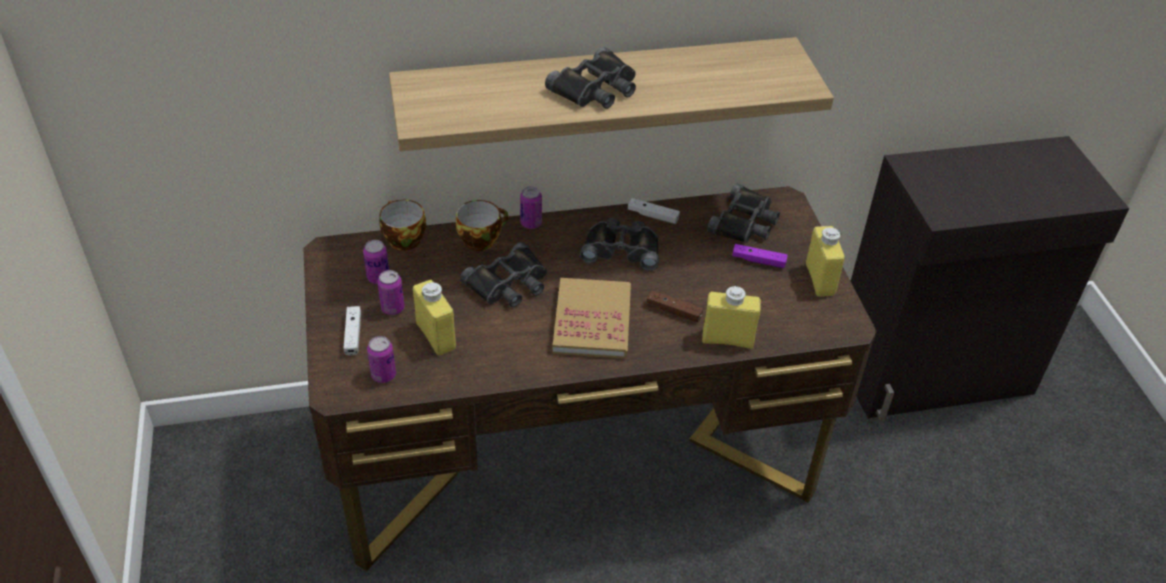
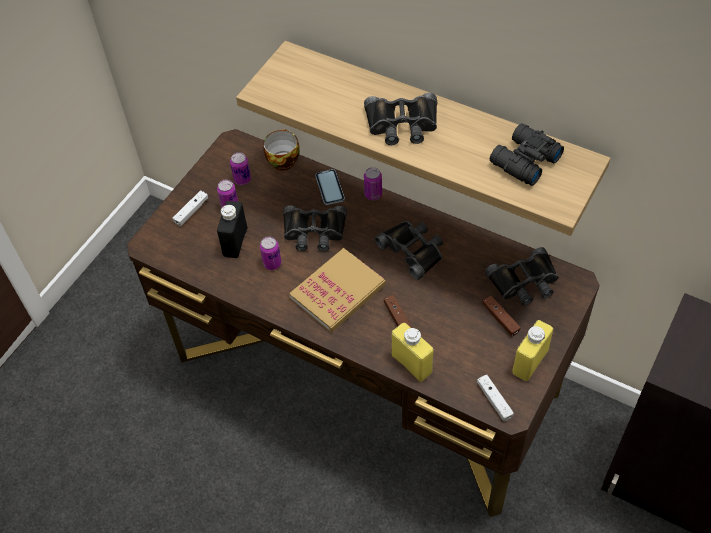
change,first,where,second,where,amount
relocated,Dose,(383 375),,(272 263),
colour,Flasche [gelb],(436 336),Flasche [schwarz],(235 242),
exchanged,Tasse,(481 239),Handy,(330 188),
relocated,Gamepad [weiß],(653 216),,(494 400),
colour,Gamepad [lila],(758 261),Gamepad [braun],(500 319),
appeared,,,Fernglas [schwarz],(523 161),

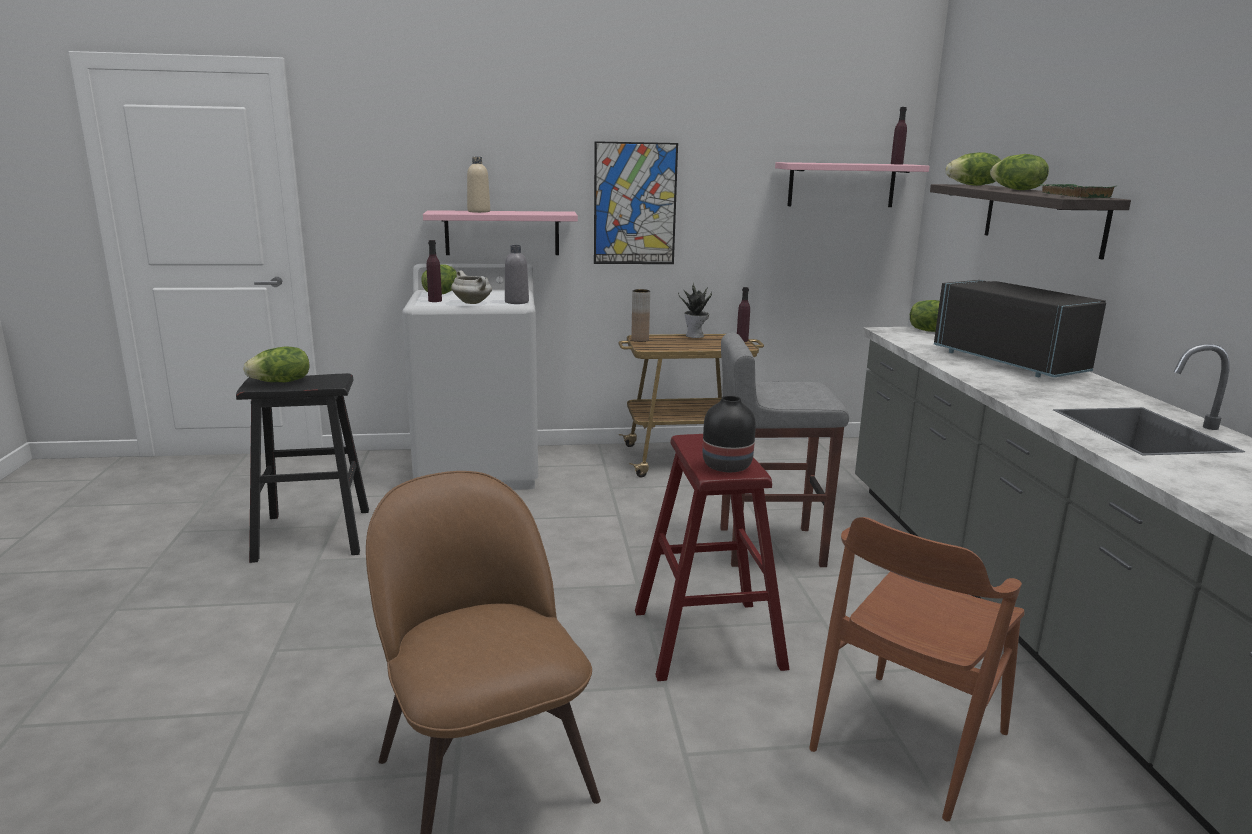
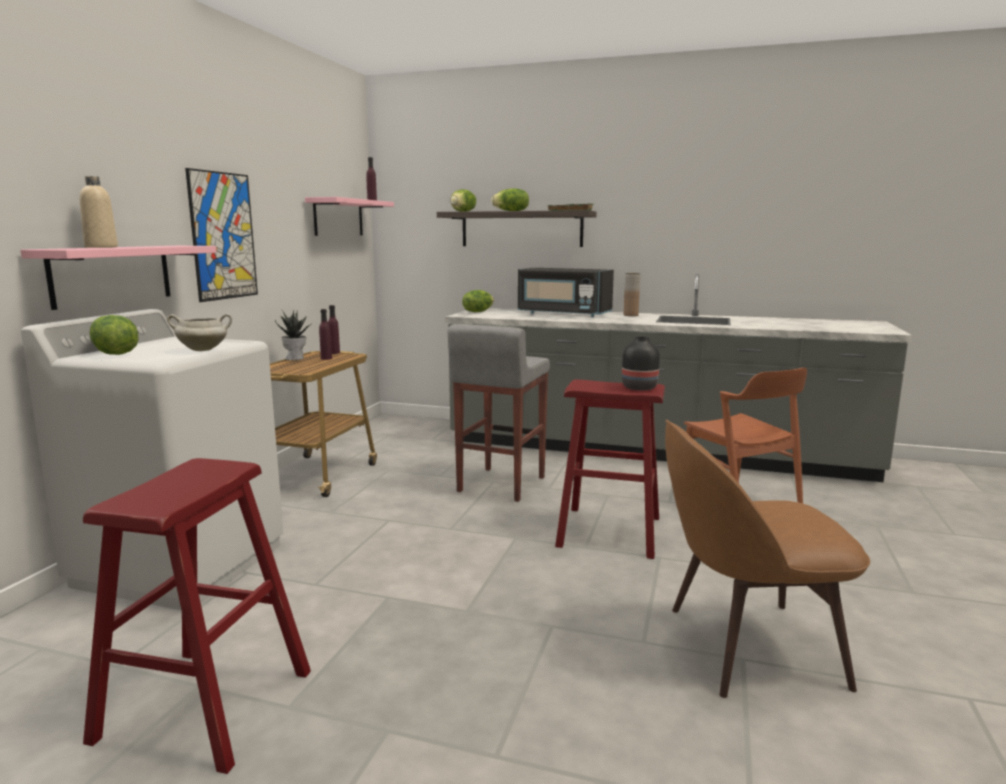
change,first,where,second,where,amount
colour,Hocker [schwarz],(313 534),Hocker [rot],(206 705),
missing,Salatkopf,(281 382),,,
relocated,Flasche [lila],(435 300),,(326 358),
missing,Flasche [grau],(516 302),,,
relocated,Vase [braun],(640 340),,(630 315),
spun,Mikrowelle [schwarz],(1011 362),,(563 314),150 degrees counterclockwise

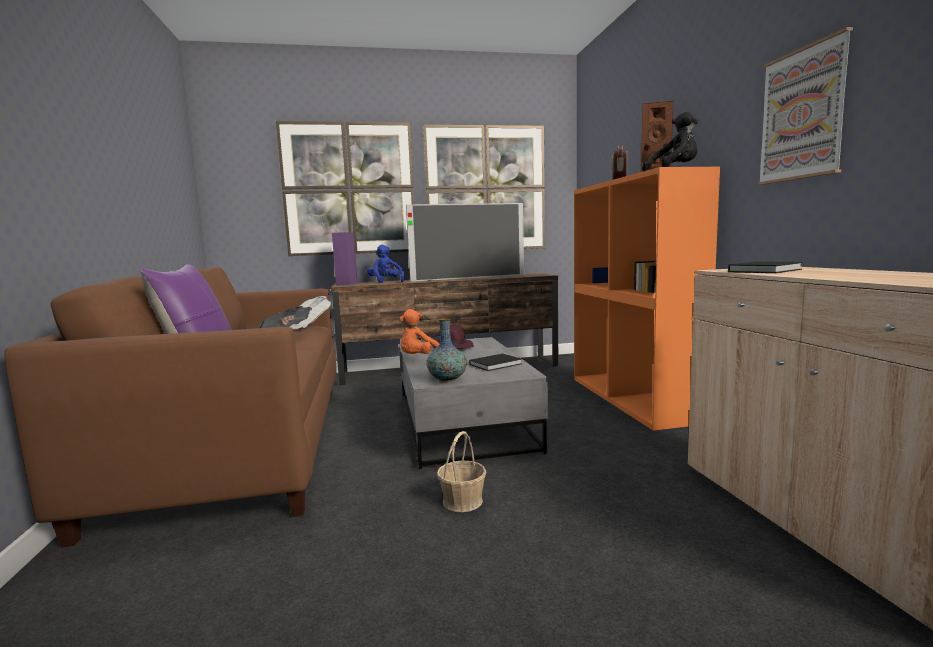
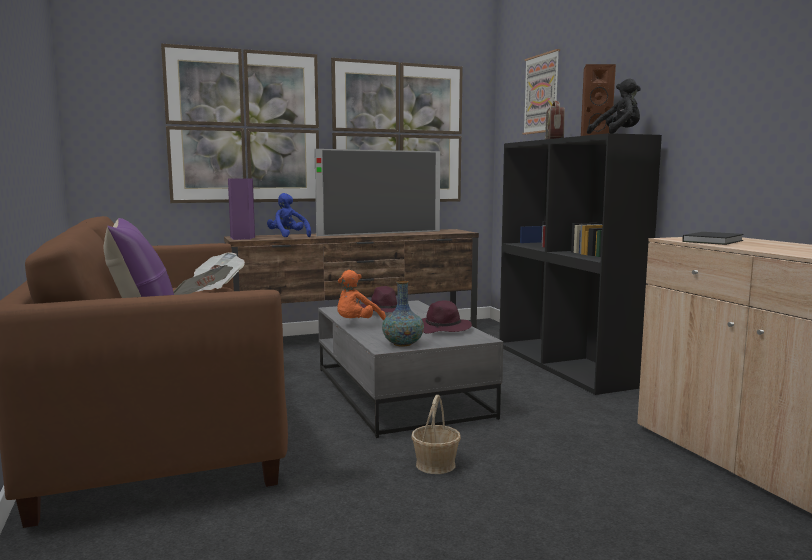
change,first,where,second,where,amount
exchanged,Buch [schwarz],(497 364),Hut [lila],(443 329),
colour,Bücherregal [orange],(633 399),Bücherregal [schwarz],(566 365),
relocated,Bild,(802 114),,(542 94),

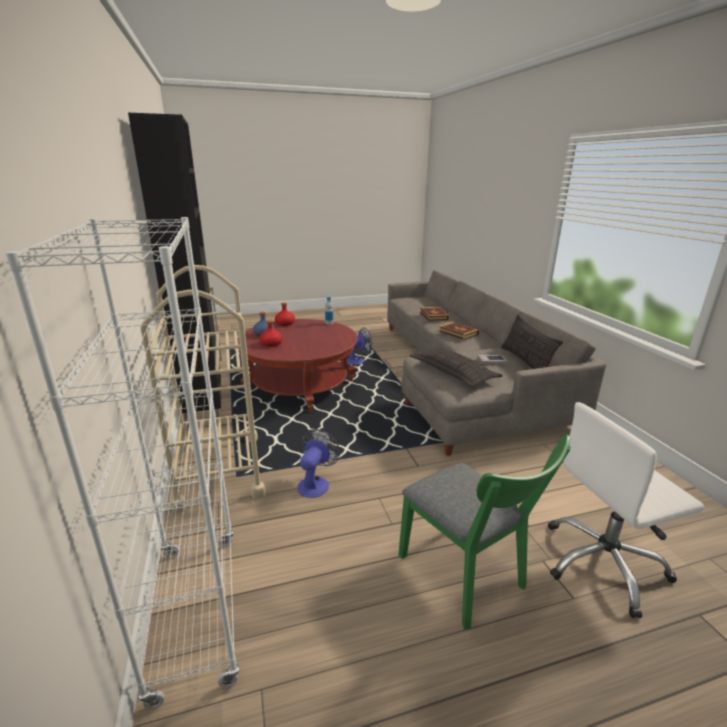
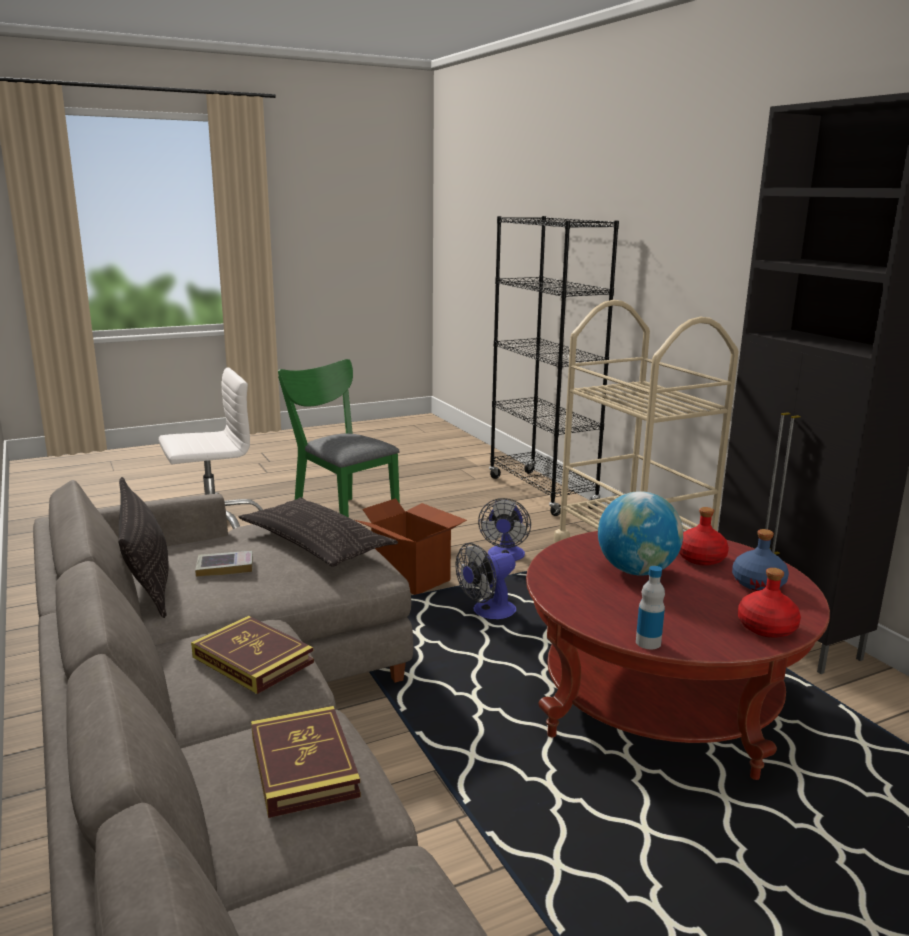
change,first,where,second,where,amount
colour,Bücherregal [weiß],(196 611),Bücherregal [schwarz],(541 493),
relocated,Ventilator,(358 361),,(487 612),
appeared,,,Karton,(411 577),
appeared,,,Globus,(636 571),

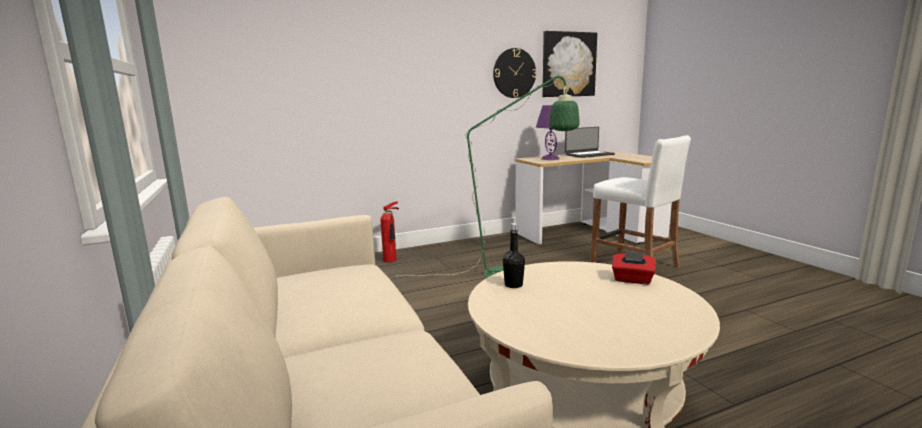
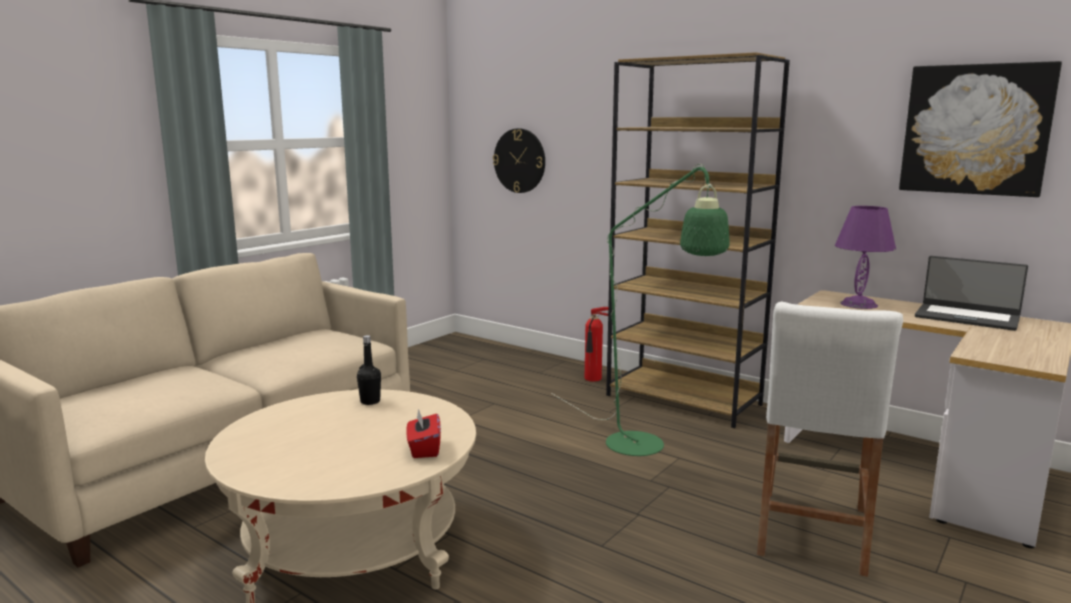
change,first,where,second,where,amount
relocated,Wanduhr,(514 73),,(519 160),
appeared,,,Bücherregal [braun],(684 400),

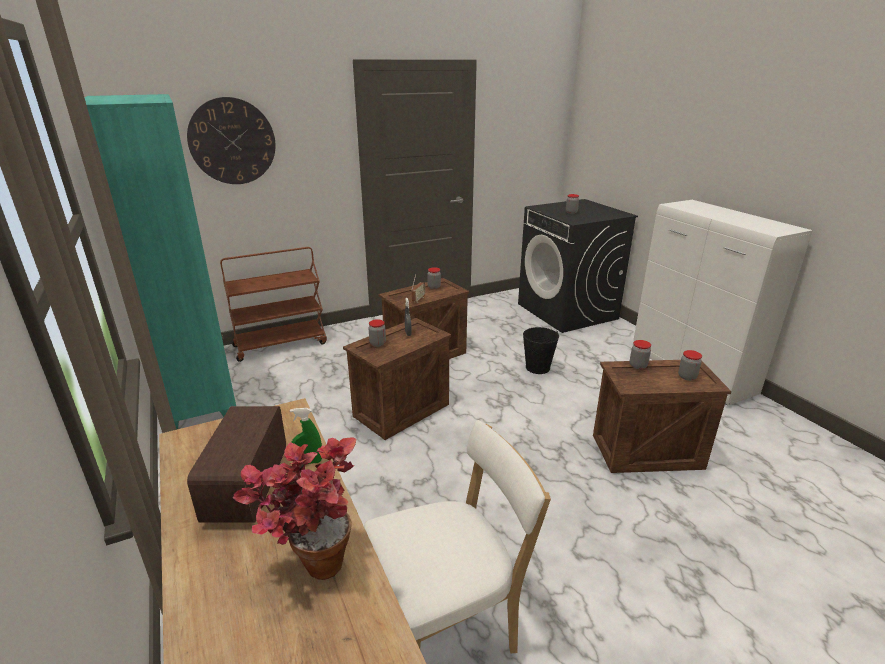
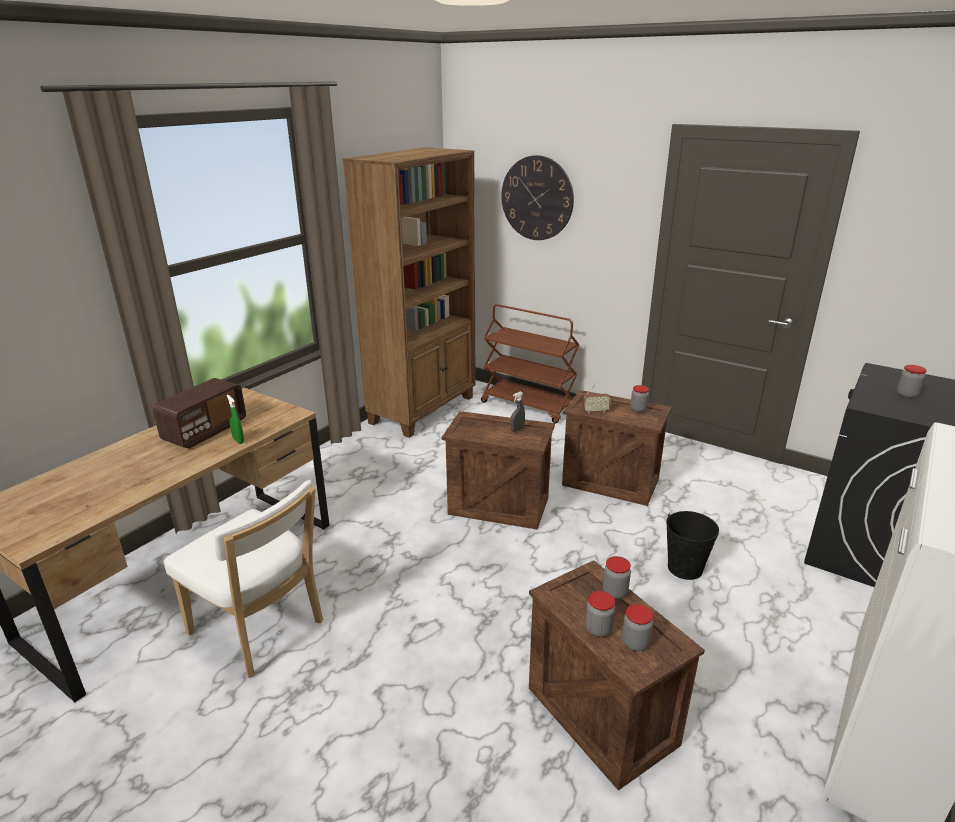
change,first,where,second,where,amount
colour,Bücherregal [türkis],(199 395),Bücherregal [braun],(424 409),
spun,Radio,(248 486),,(205 431),150 degrees clockwise
missing,Topfpflanze,(311 563),,,
relocated,Vorratsglas,(377 343),,(598 629),

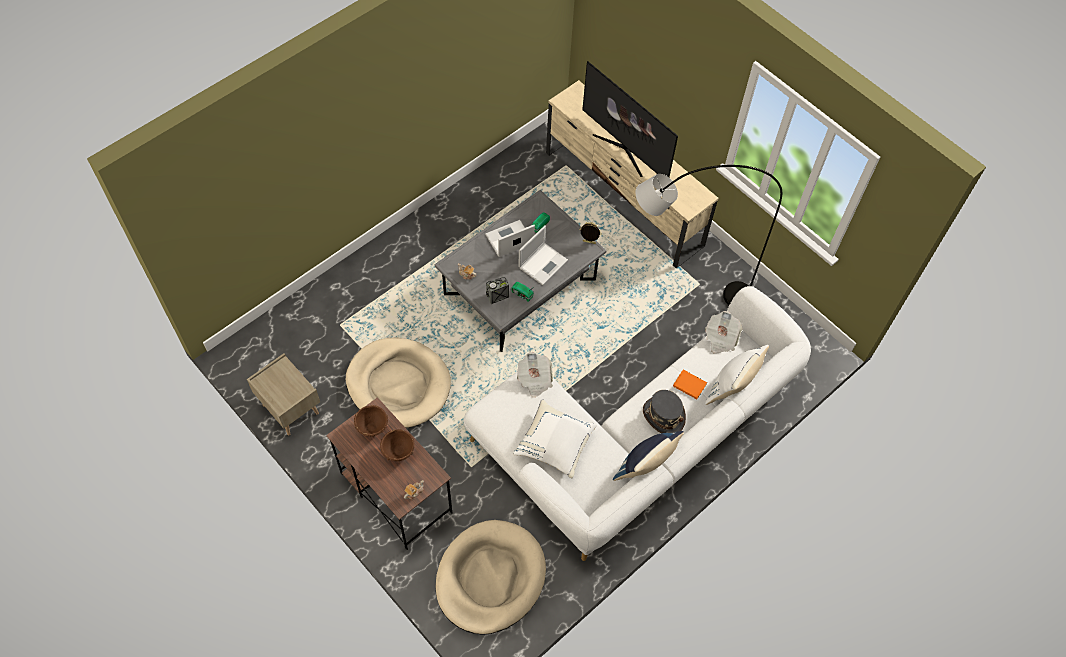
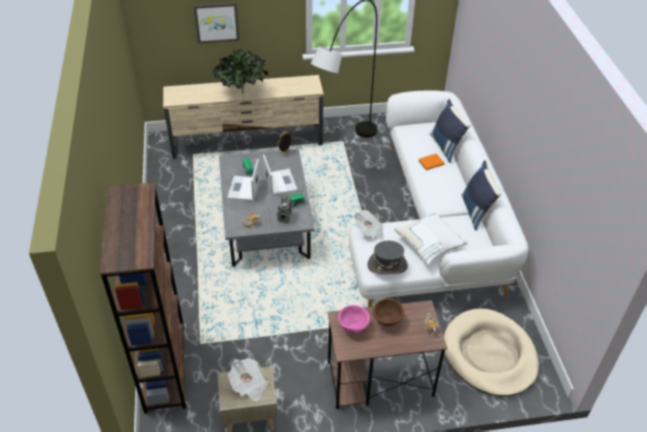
change,first,where,second,where,amount
missing,Hundebett [beige],(398 384),,,
colour,Schüssel [braun],(372 427),Schüssel [rosa],(353 327),
exchanged,Fernseher,(624 149),Topfpflanze,(241 93),
relocated,Hut [grau],(663 416),,(387 265),
relocated,Zeitung,(721 338),,(249 385),
colour,Kissen [weiß],(731 388),Kissen [blau],(446 147),
appeared,,,Bücherregal [braun],(165 368),
appeared,,,Bild,(216 22),

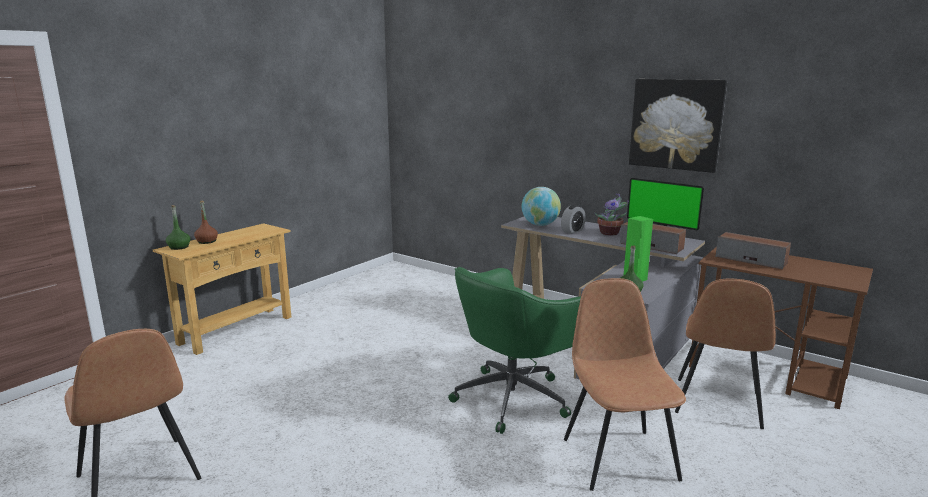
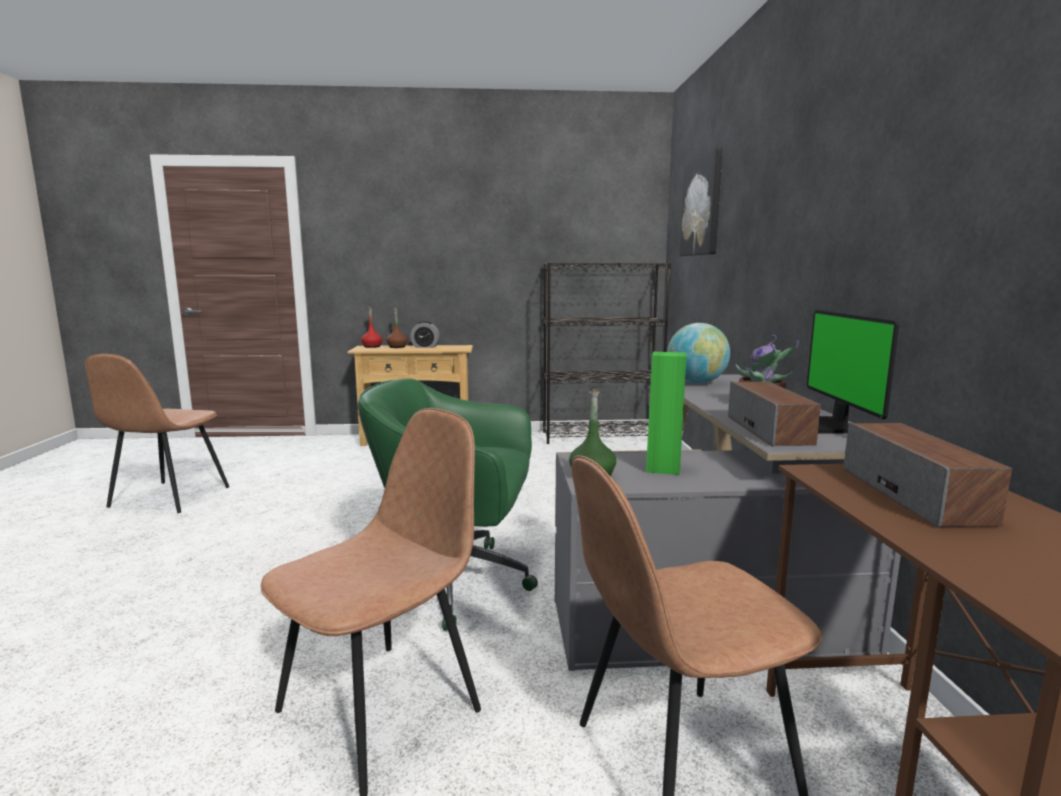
change,first,where,second,where,amount
colour,Flasche [grün],(179 247),Flasche [rot],(372 347),
relocated,Wecker,(572 231),,(425 347),
relocated,Bild,(676 124),,(702 206),
appeared,,,Bücherregal [schwarz],(601 436),

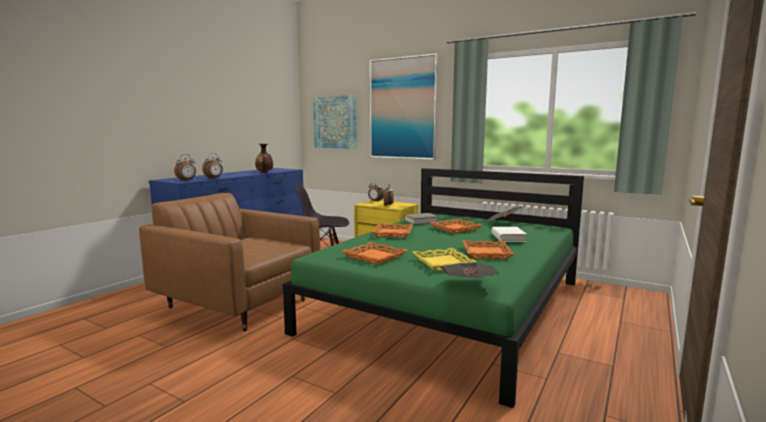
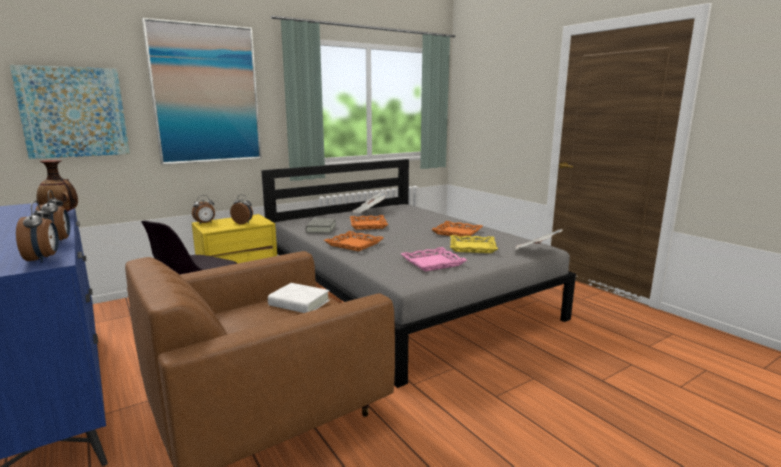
change,first,where,second,where,amount
colour,Bett [grün],(451 305),Bett [grau],(403 295),
colour,Tablett [orange],(374 256),Tablett [rosa],(432 263),
relocated,Buch [weiß],(508 238),,(299 303),

